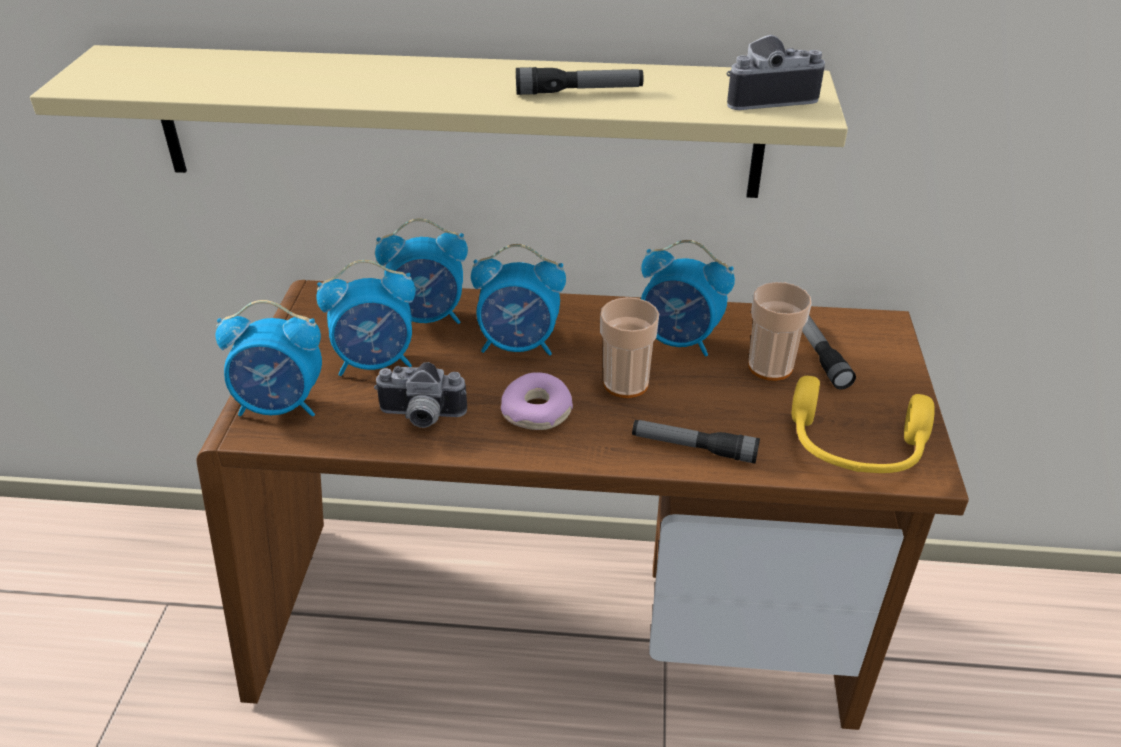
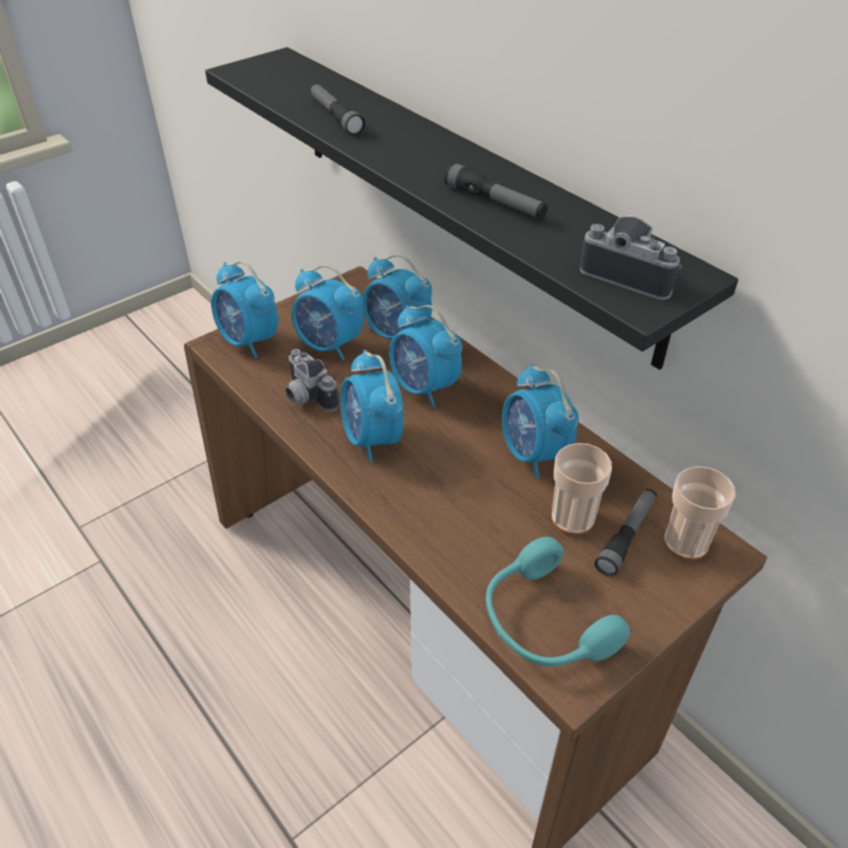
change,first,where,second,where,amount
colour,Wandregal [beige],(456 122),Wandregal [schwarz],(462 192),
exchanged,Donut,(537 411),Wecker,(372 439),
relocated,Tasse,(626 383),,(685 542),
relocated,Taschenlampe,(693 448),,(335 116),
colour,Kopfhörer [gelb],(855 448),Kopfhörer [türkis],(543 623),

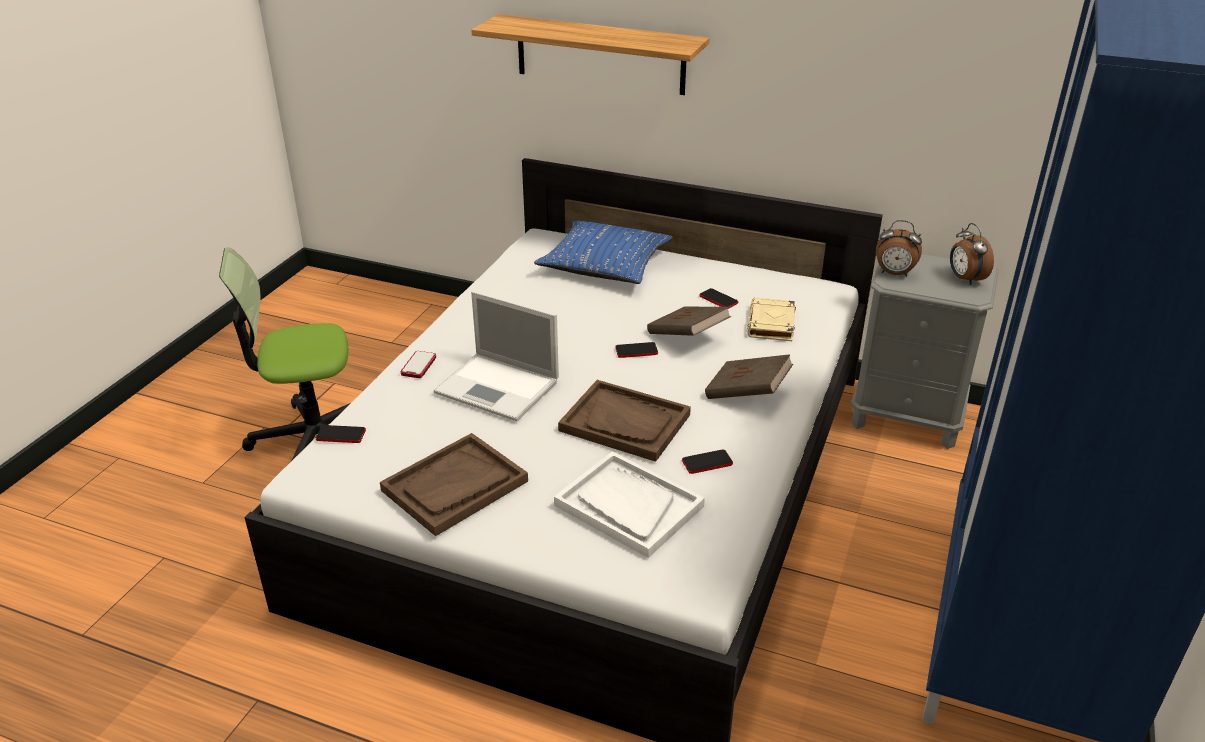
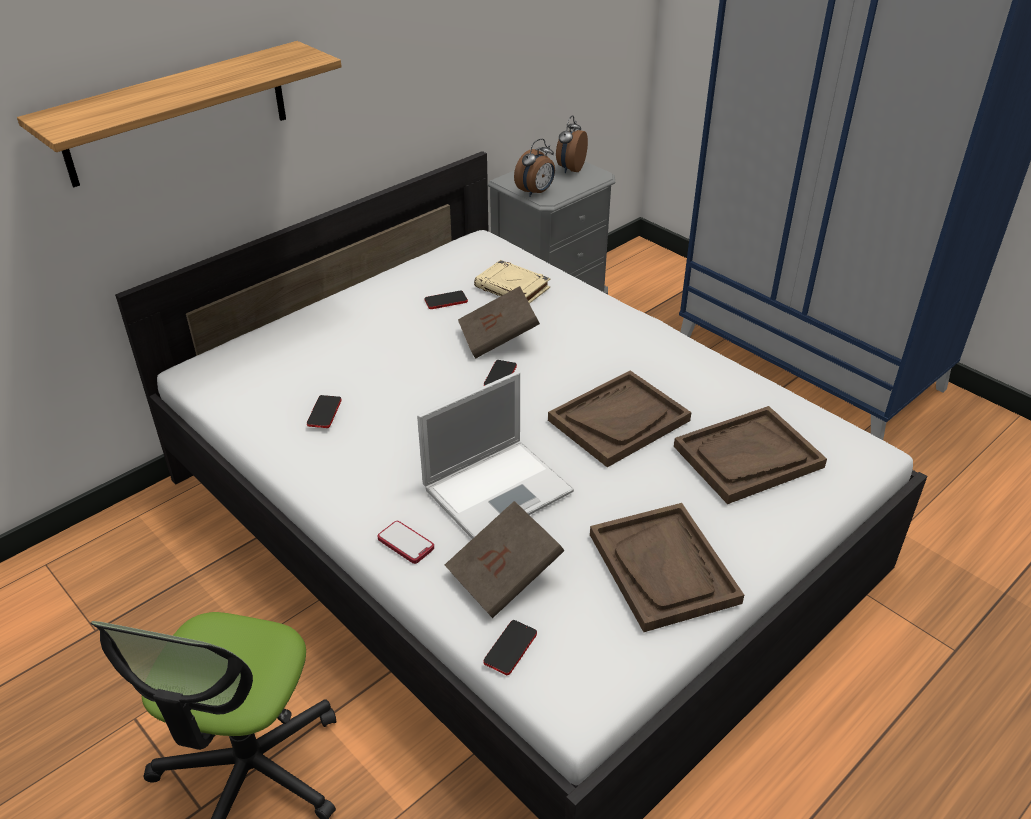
change,first,where,second,where,amount
missing,Kissen [blau],(605 264),,,
colour,Tablett [weiß],(628 506),Tablett [braun],(748 457),
relocated,Handy,(707 462),,(324 412),
relocated,Buch [braun],(747 393),,(504 576),
spun,Wecker,(964 279),,(570 169),105 degrees clockwise

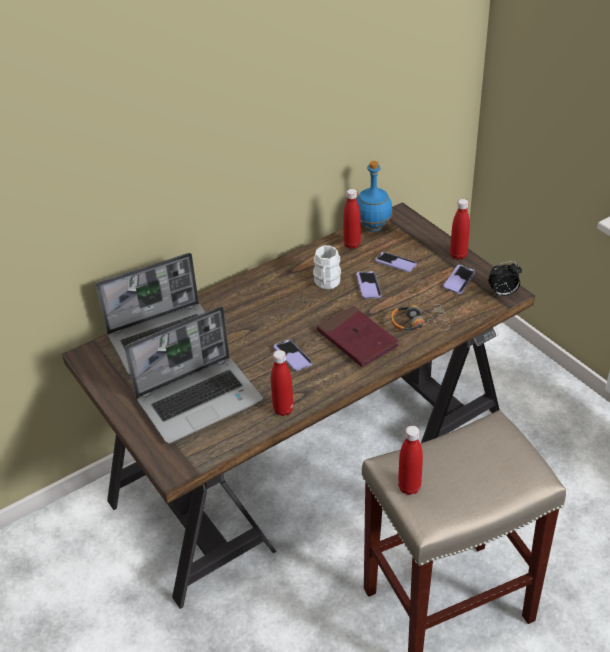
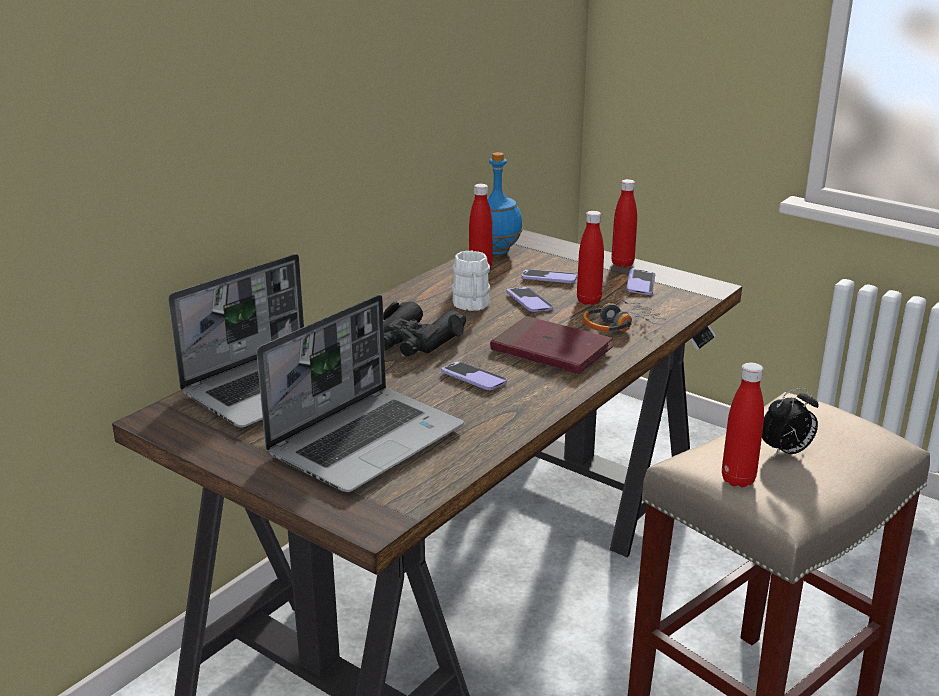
change,first,where,second,where,amount
relocated,Flasche [rot],(283 410),,(588 300),
relocated,Wecker,(503 294),,(786 452),
appeared,,,Fernglas [schwarz],(415 342),

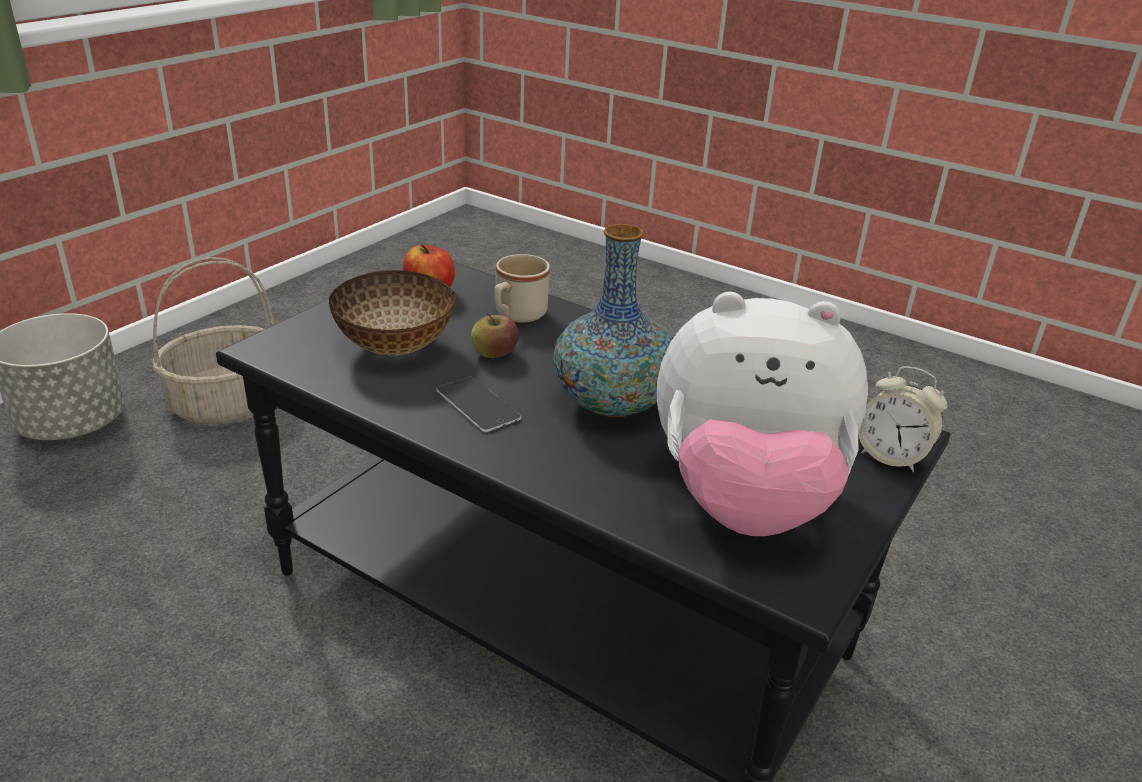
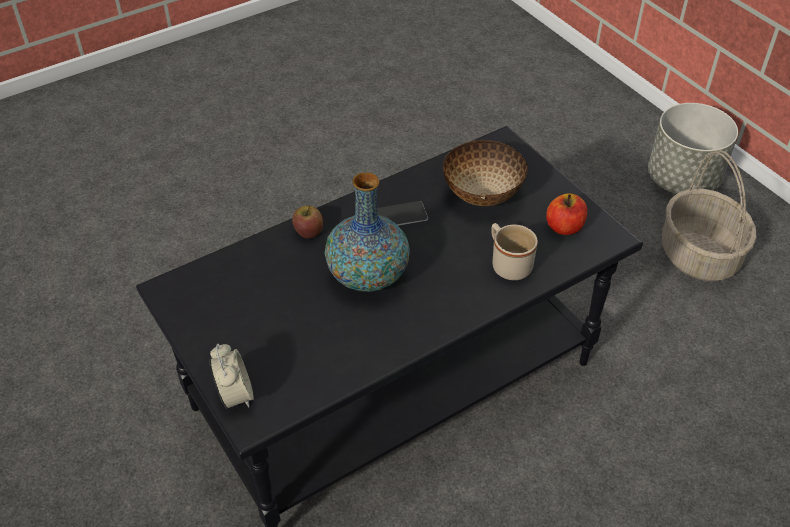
change,first,where,second,where,amount
relocated,Apfel,(494 353),,(308 231),
missing,Plüschtier,(744 501),,,
spun,Wecker,(891 456),,(235 395),105 degrees clockwise

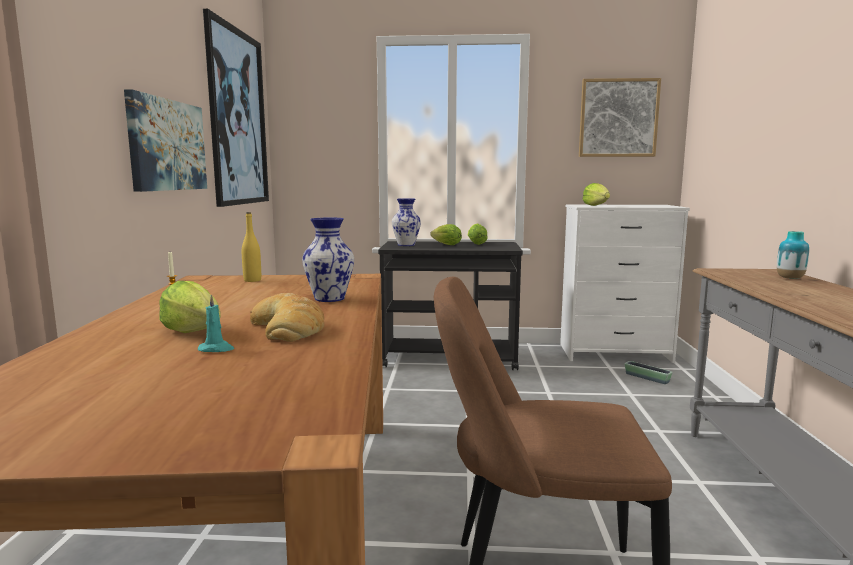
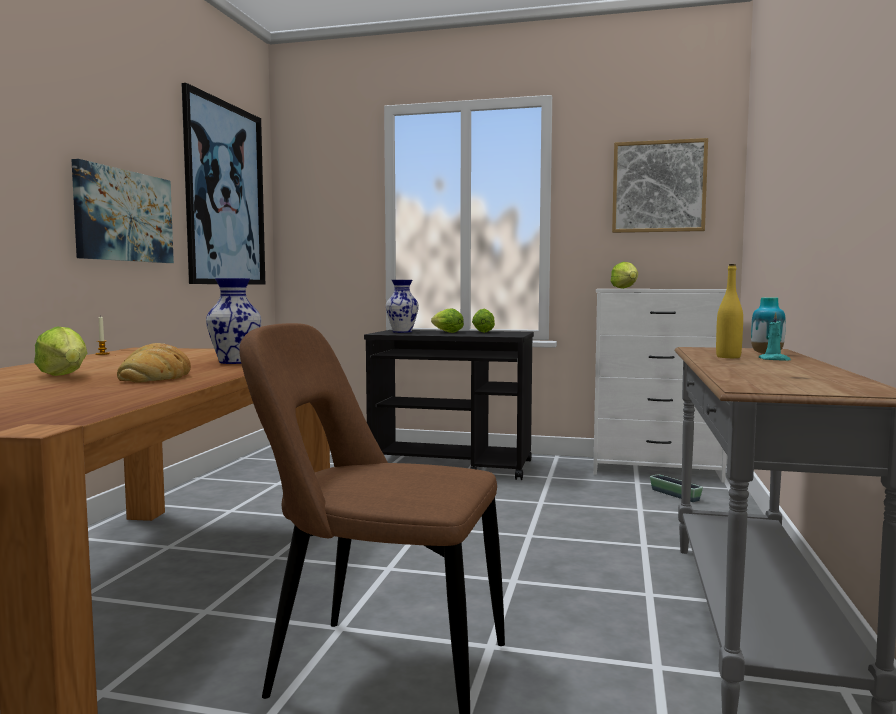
change,first,where,second,where,amount
relocated,Kerze [türkis],(216 349),,(774 360),
relocated,Flasche [gelb],(252 280),,(728 357),

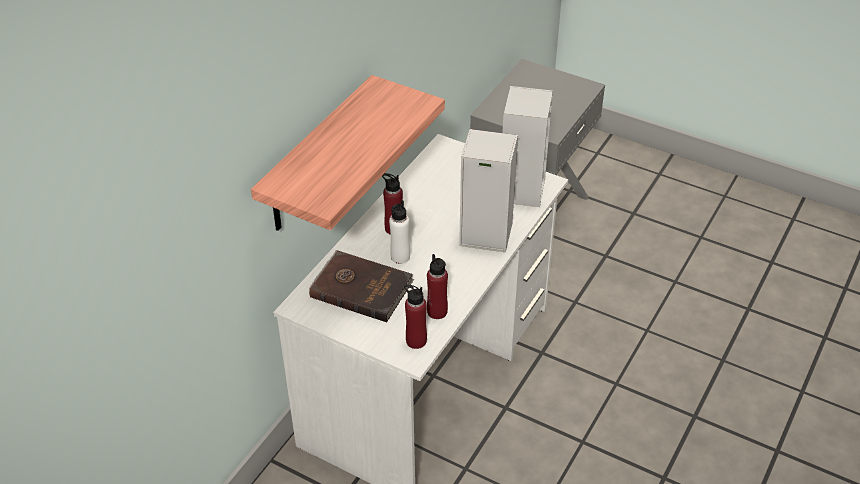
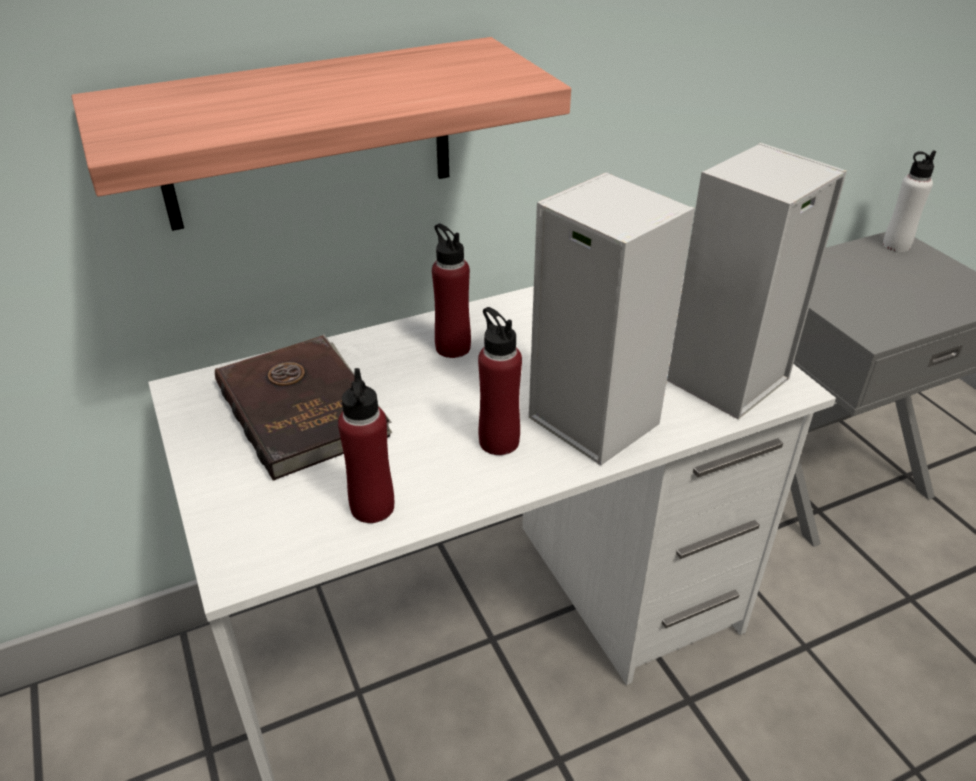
change,first,where,second,where,amount
relocated,Flasche [weiß],(400 257),,(896 245),
relocated,Flasche [rot],(416 341),,(499 441),

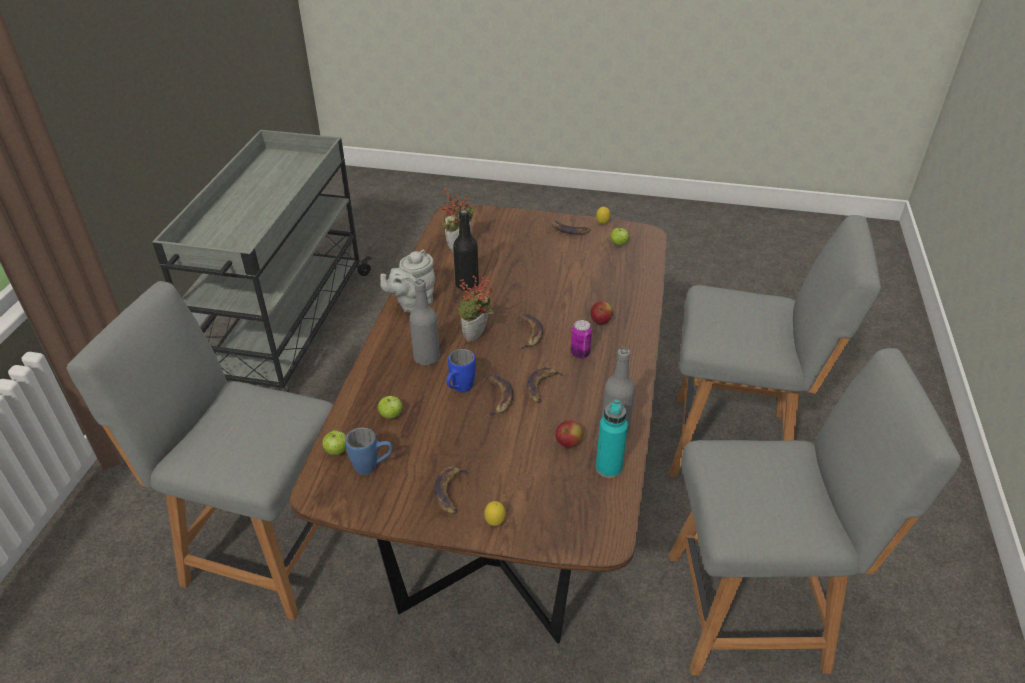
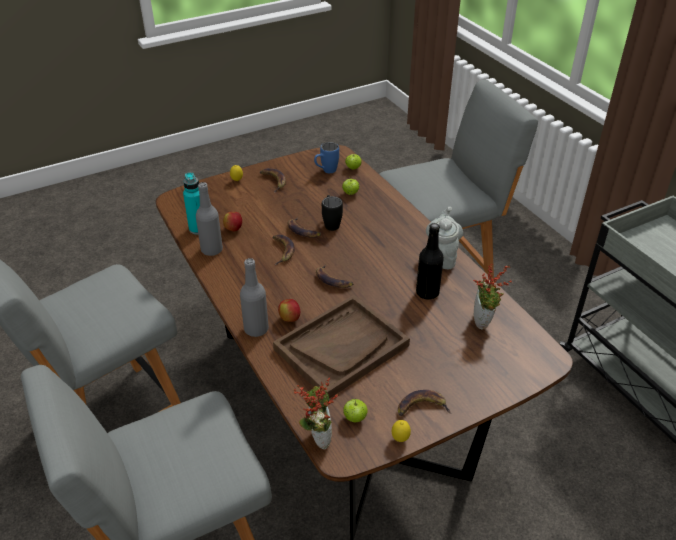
change,first,where,second,where,amount
relocated,Flasche [grau],(426 358),,(256 329),
colour,Henkelbecher [blau],(459 390),Henkelbecher [schwarz],(331 223),
relocated,Topfpflanze,(476 338),,(317 437),
missing,Dose,(580 353),,,
appeared,,,Tablett [braun],(341 347),

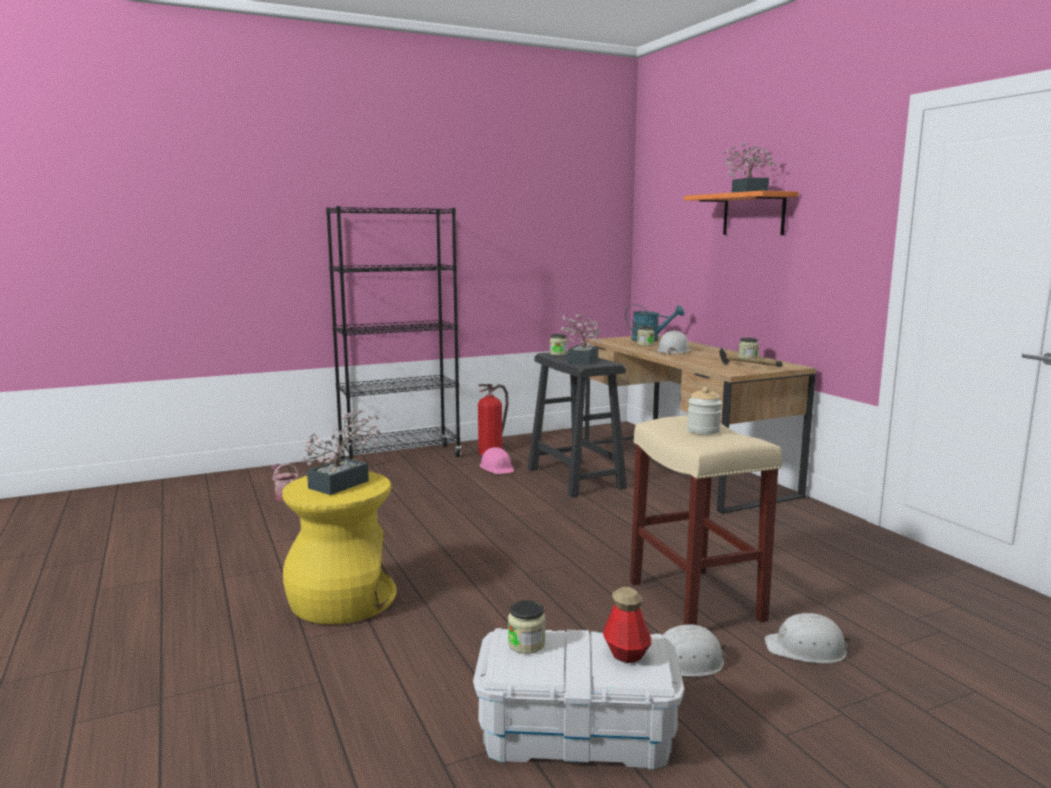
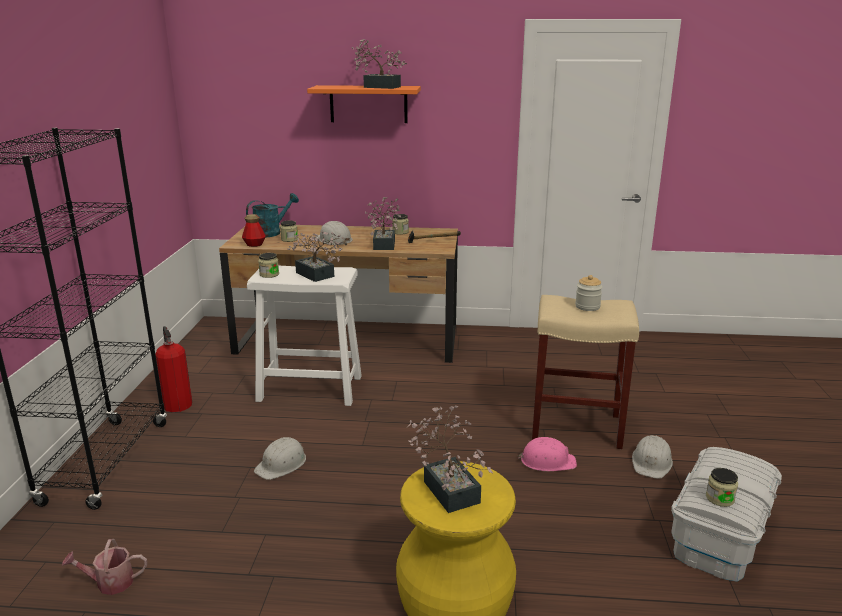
change,first,where,second,where,amount
relocated,Schutzhelm [rosa],(497 468),,(547 461),
colour,Hocker [schwarz],(575 478),Hocker [weiß],(309 388),
relocated,Flasche,(626 654),,(254 244),
relocated,Schutzhelm [weiß],(806 649),,(282 464),
appeared,,,Topfpflanze,(385 243),

